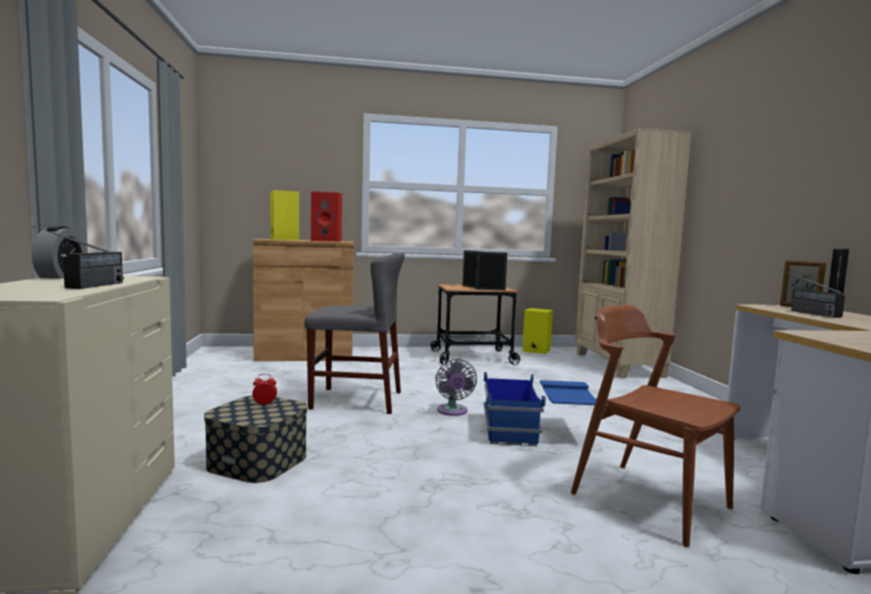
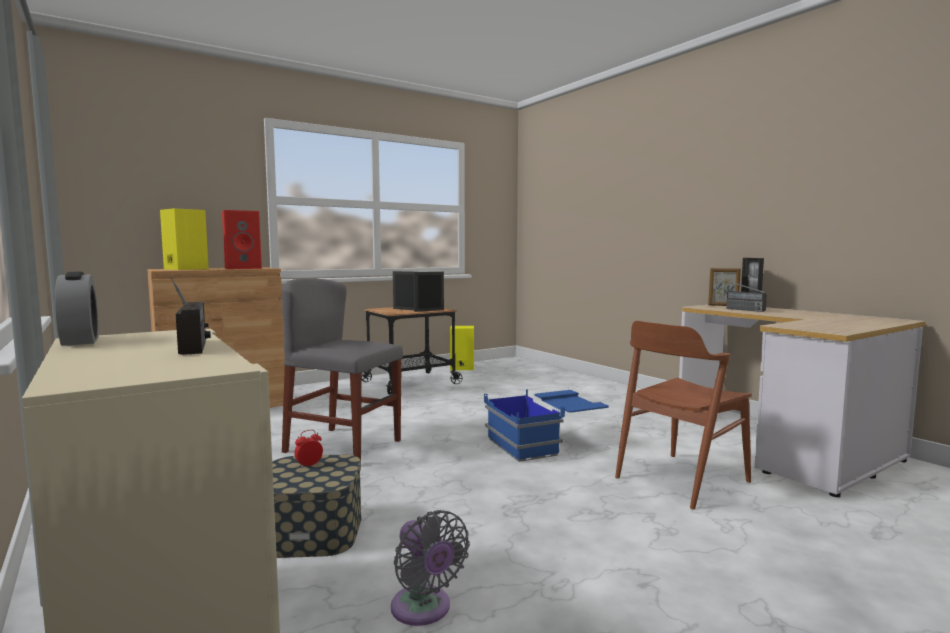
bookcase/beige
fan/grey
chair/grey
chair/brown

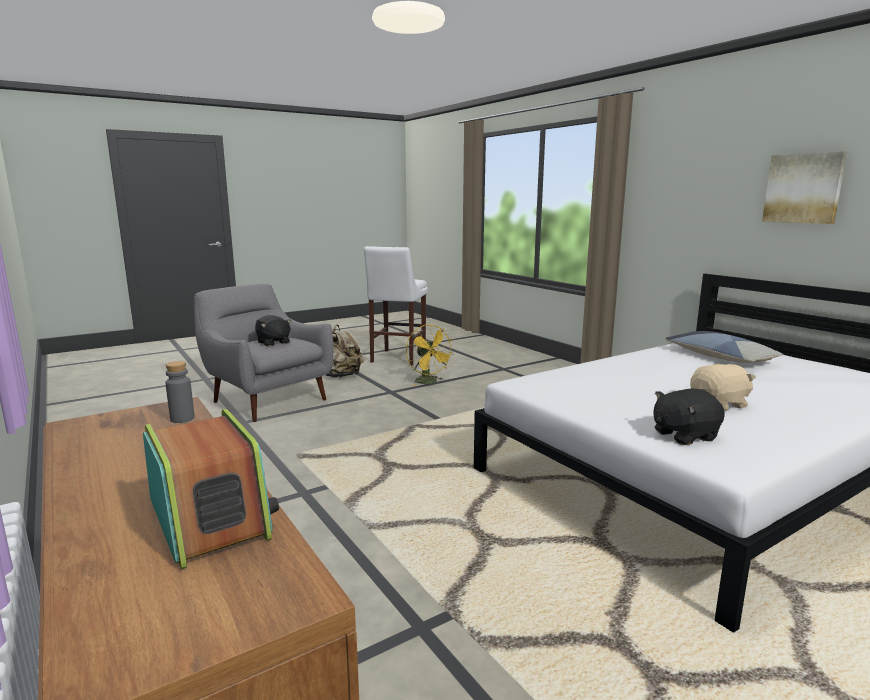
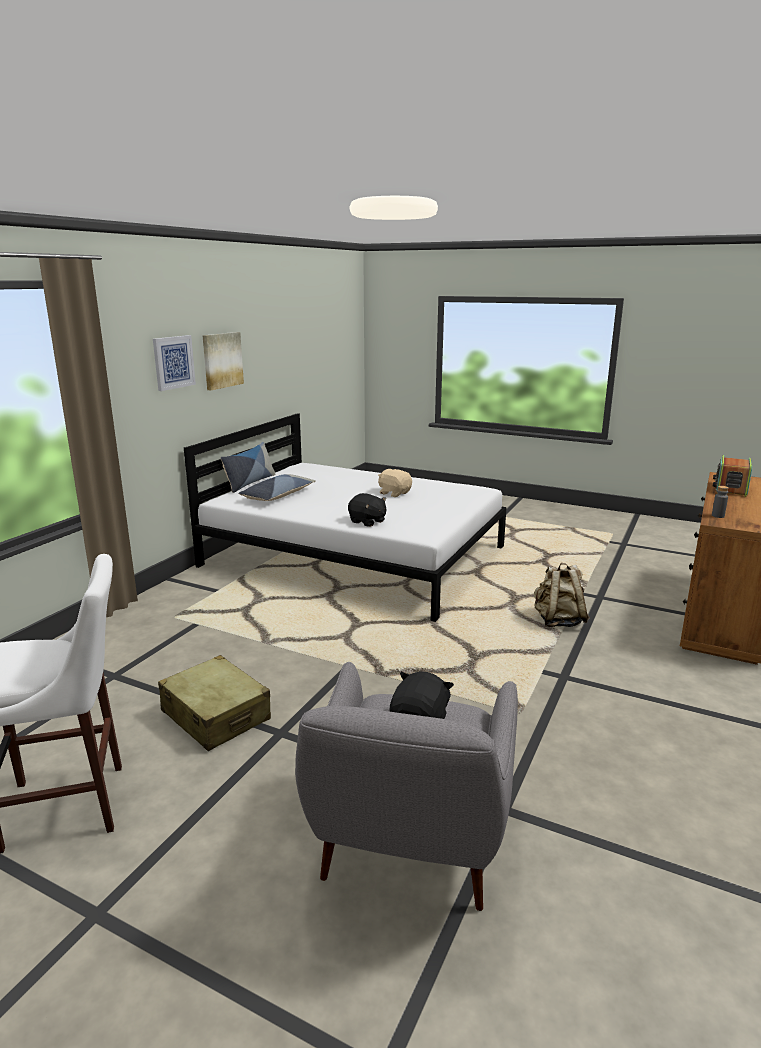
picture (no. 1 from left)
pillow (no. 1 from left)
backpack/beige
plush toy/black (no. 1 from left)
suitcase/beige

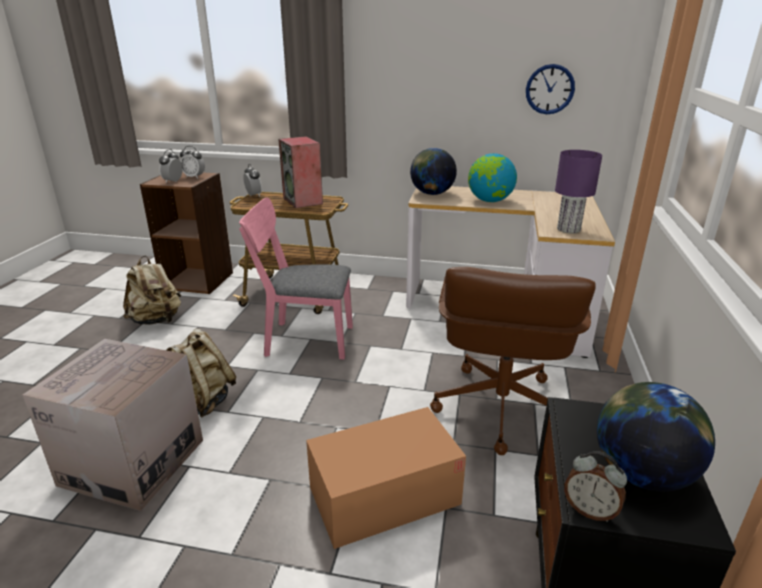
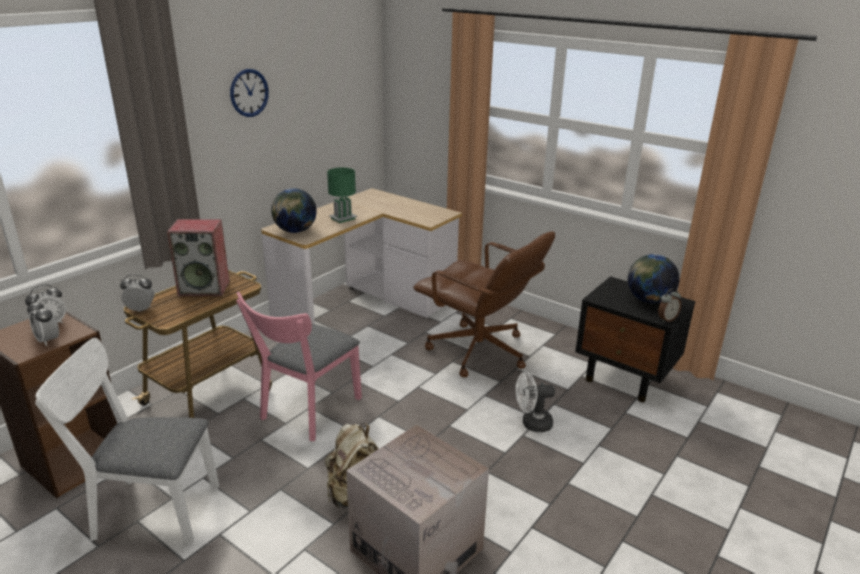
table lamp/purple
wall clock
chair/white
fan/white
table lamp/green

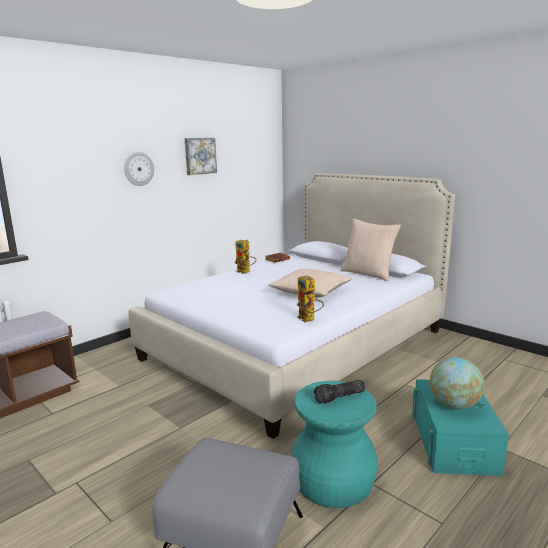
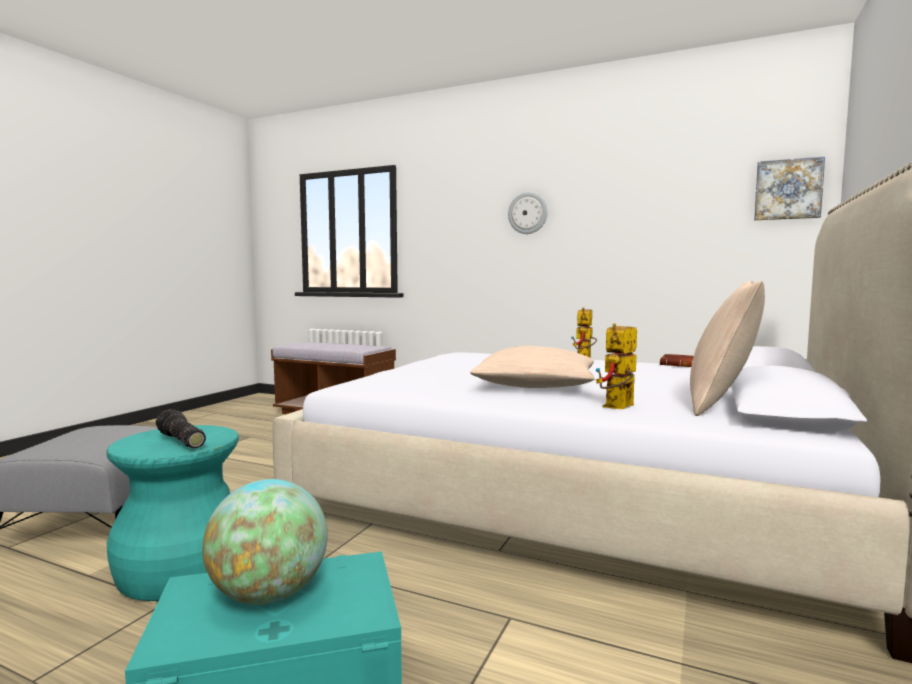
picture
toy robot (no. 2 from left)

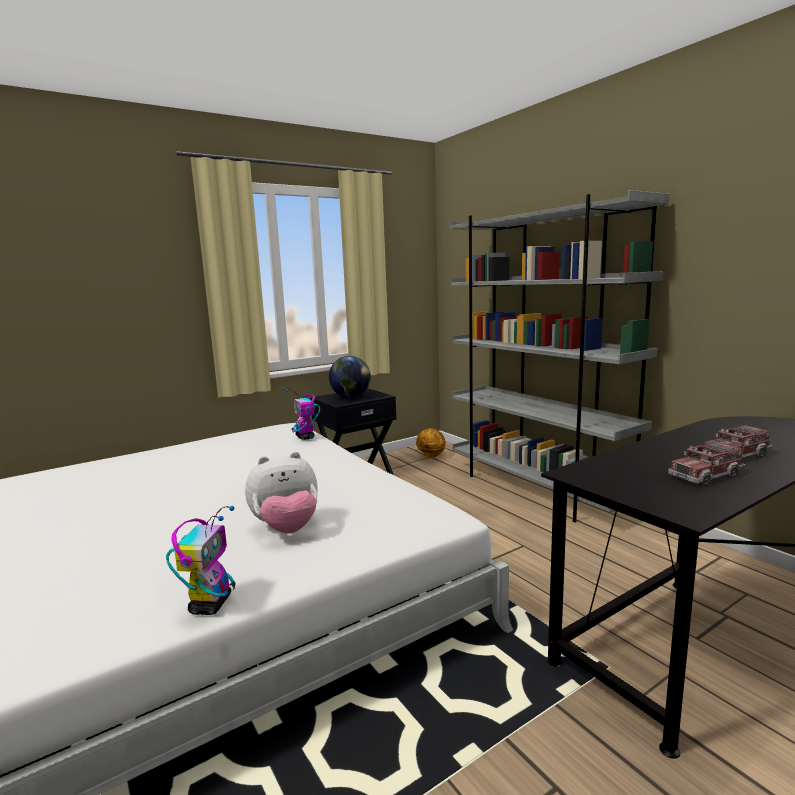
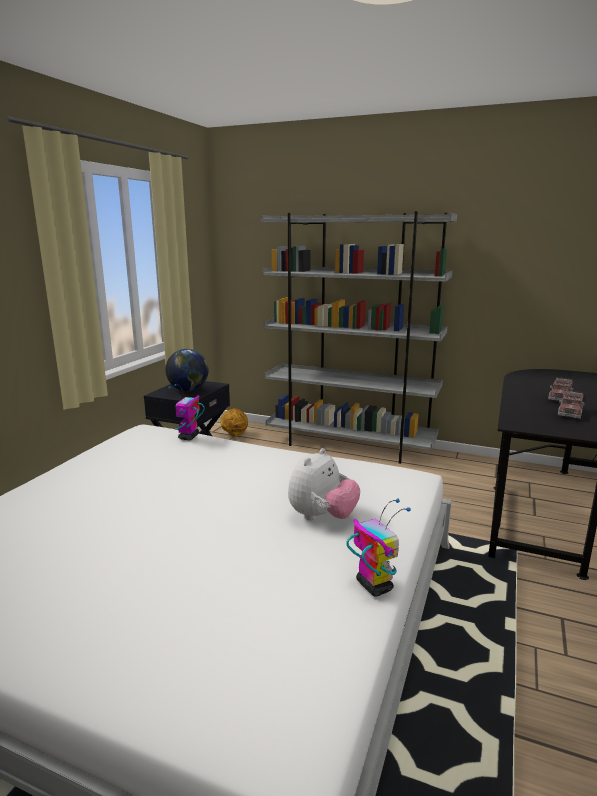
toy robot (no. 1 from left)

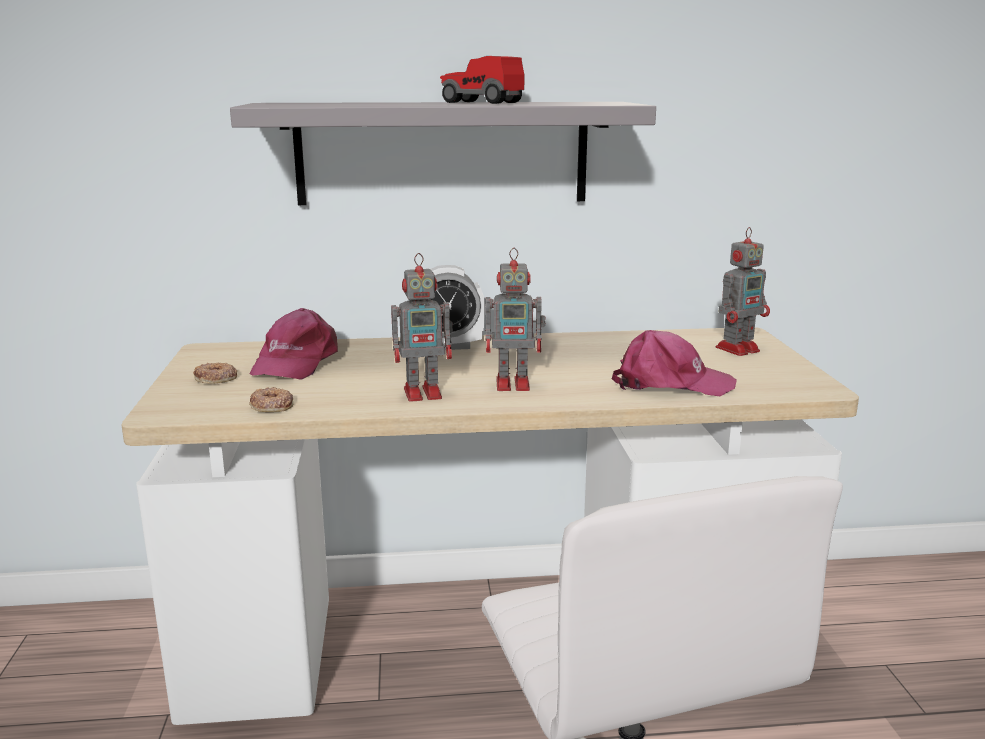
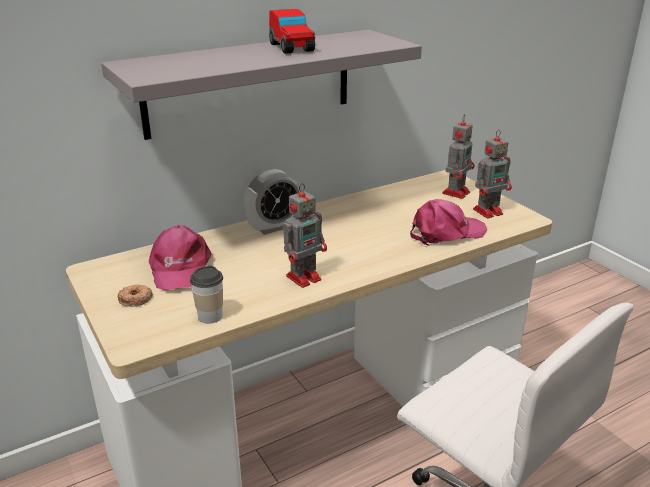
toy robot (no. 3 from left)
cup
toy car

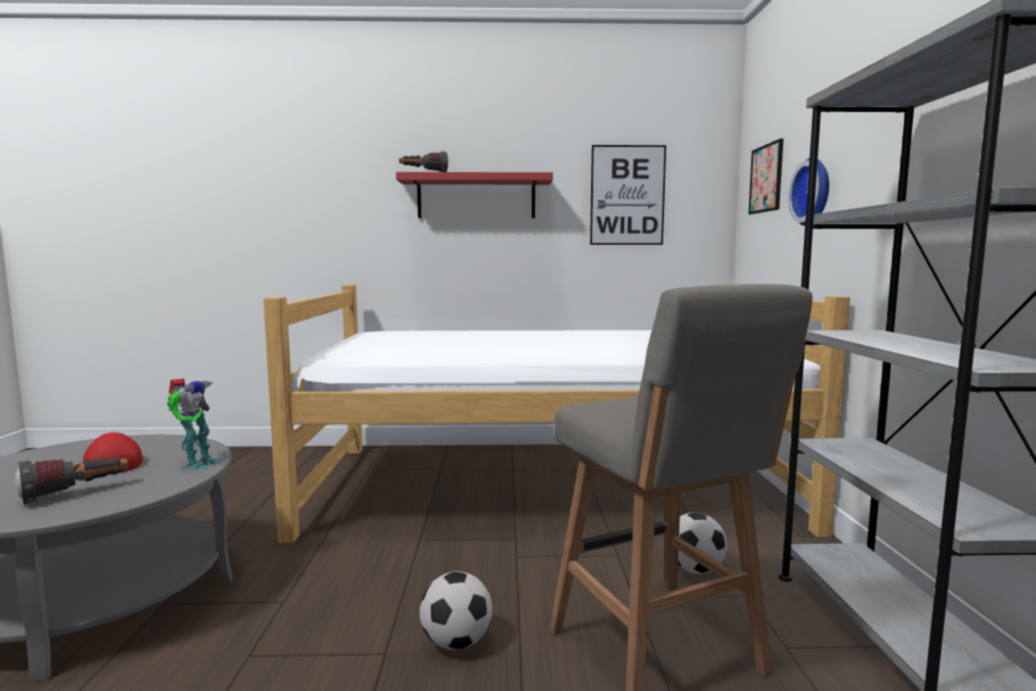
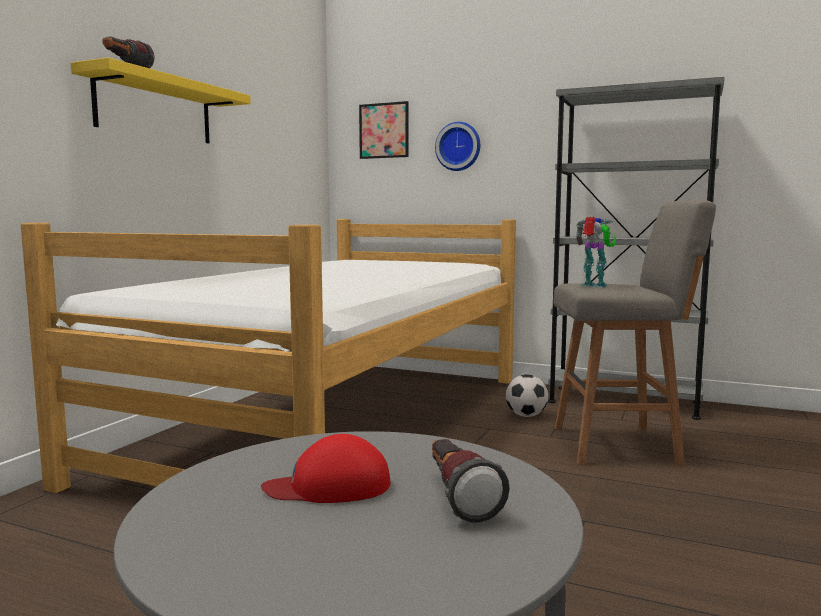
football (no. 1 from left in the first image)
picture (no. 1 from left in the first image)
toy robot
shelf/yellow

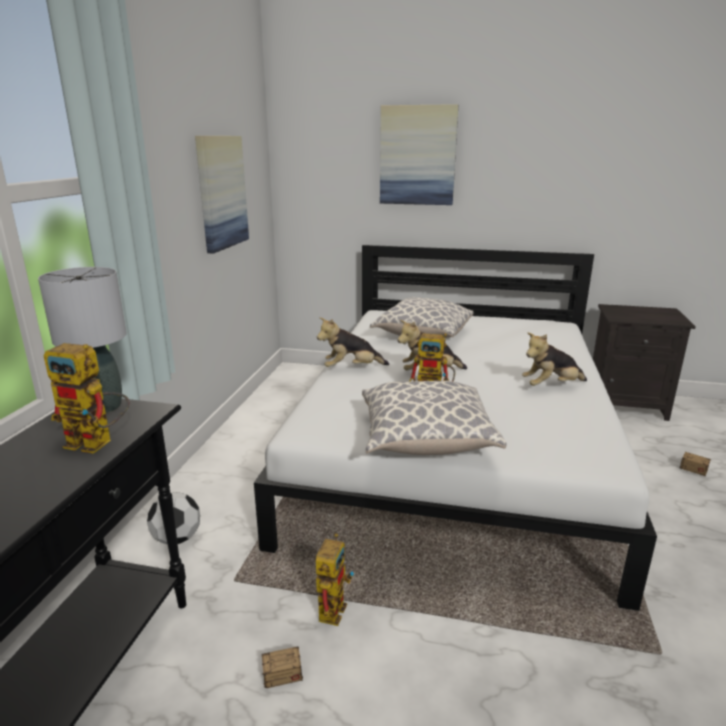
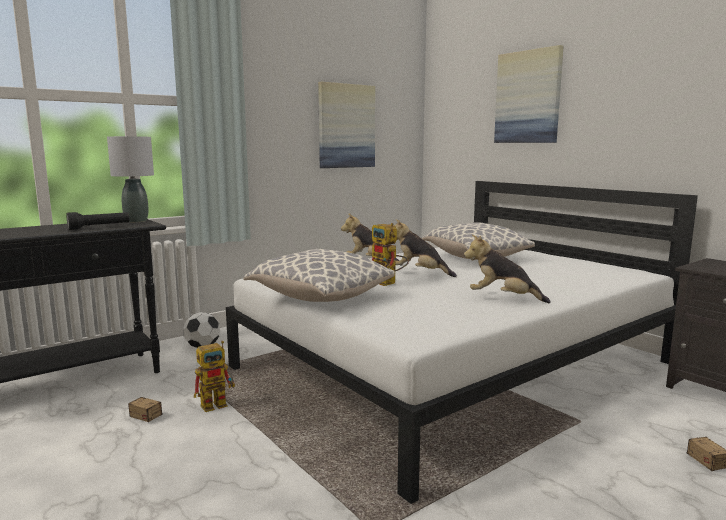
flashlight/black

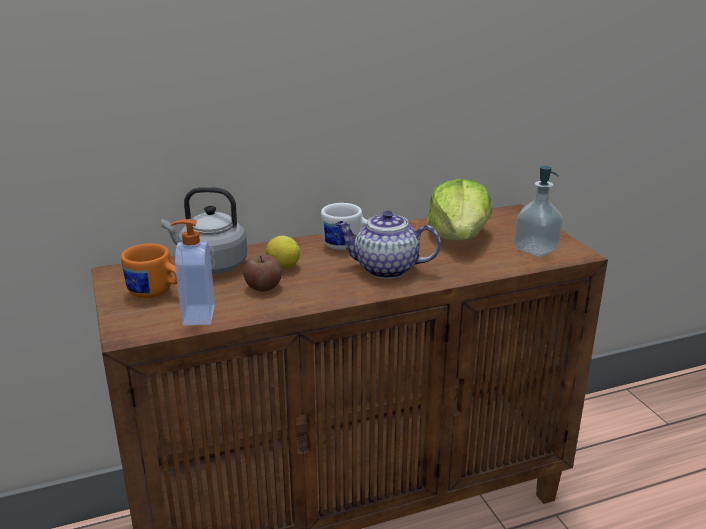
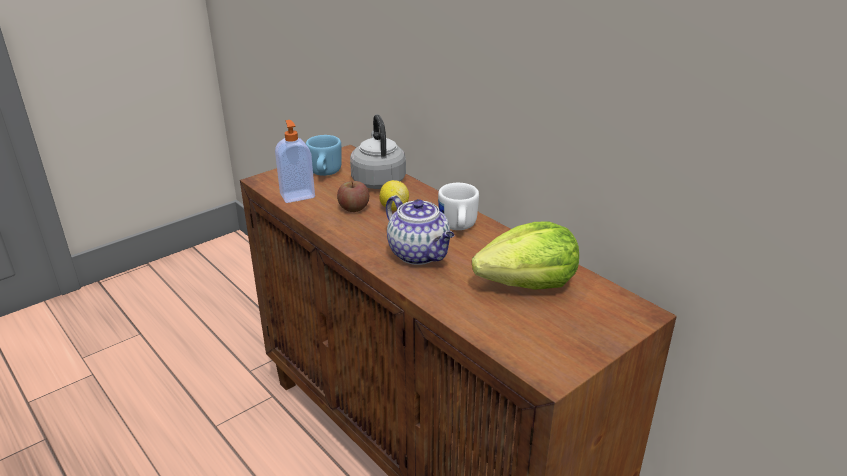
soap dispenser (no. 2 from left in the first image)
mug/blue
teapot

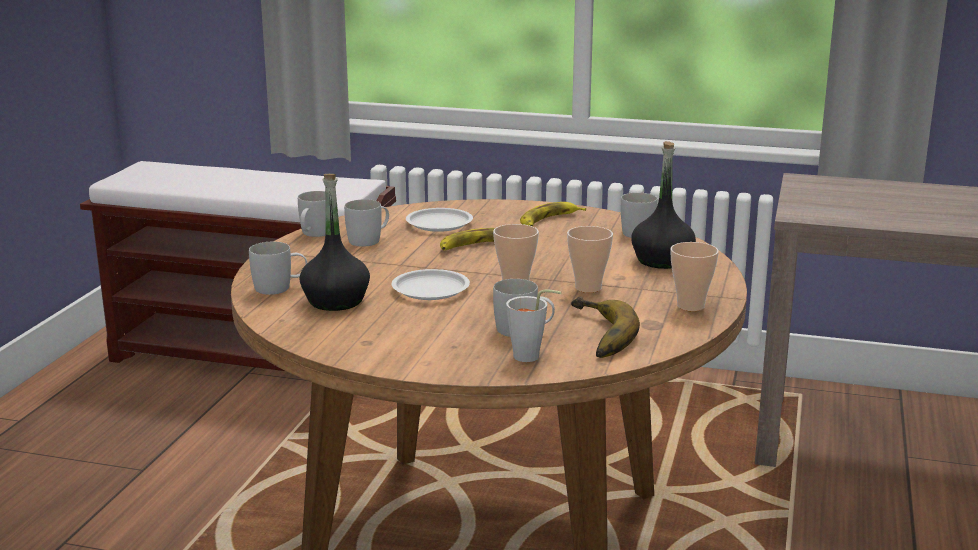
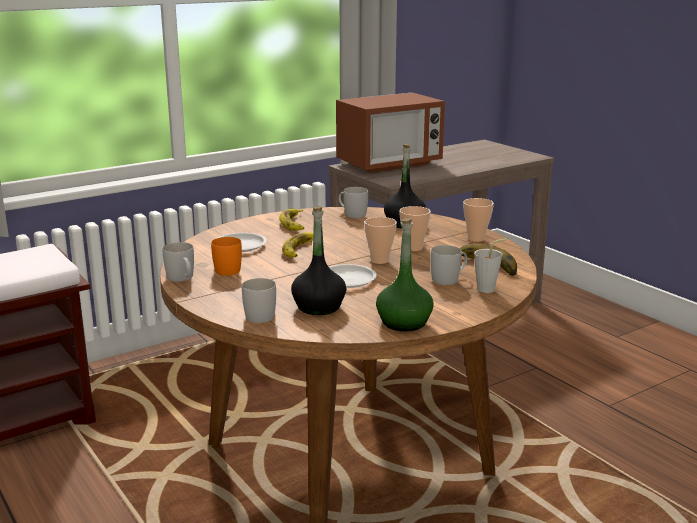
microwave
bottle/green
mug/orange

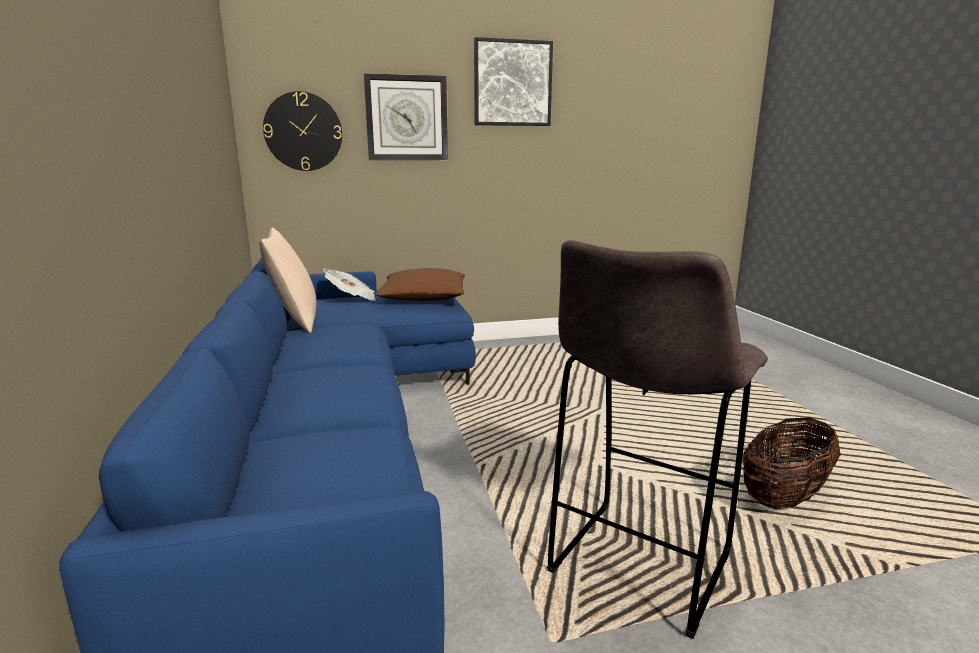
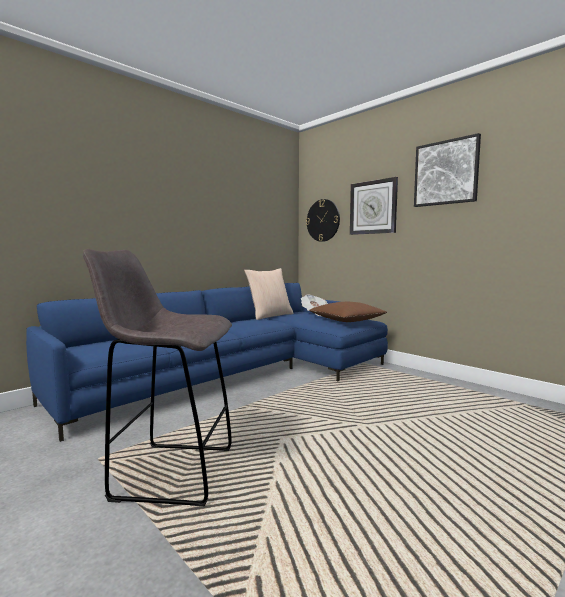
basket

